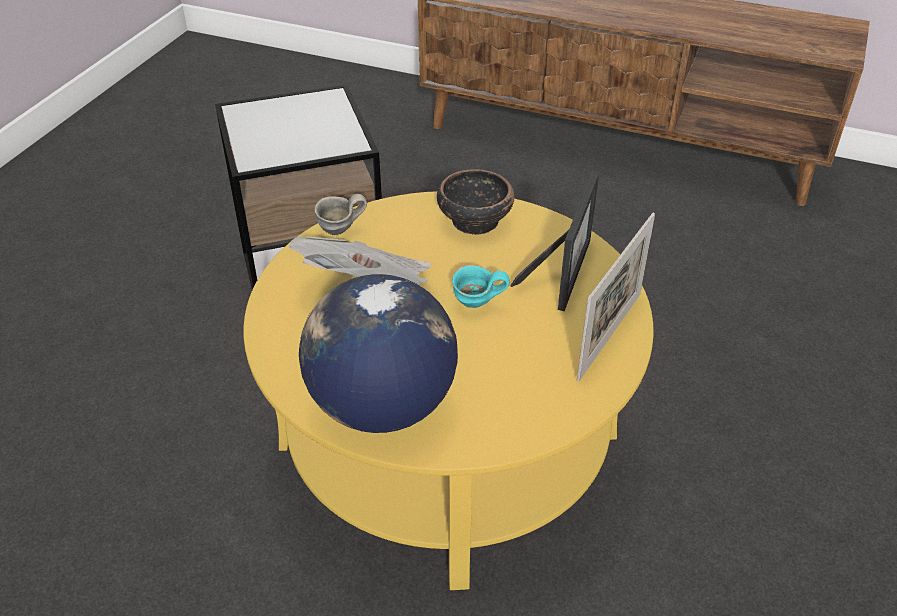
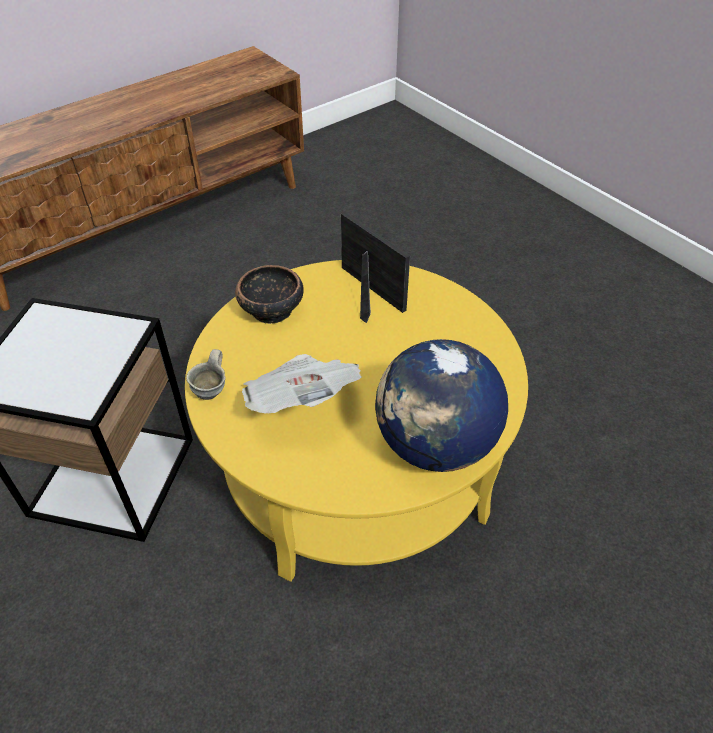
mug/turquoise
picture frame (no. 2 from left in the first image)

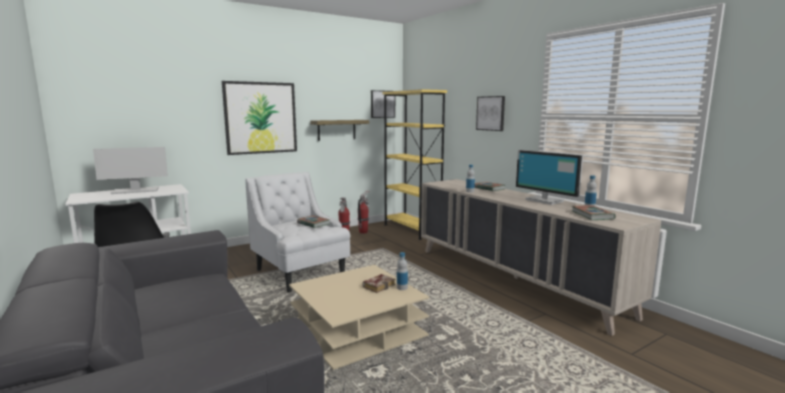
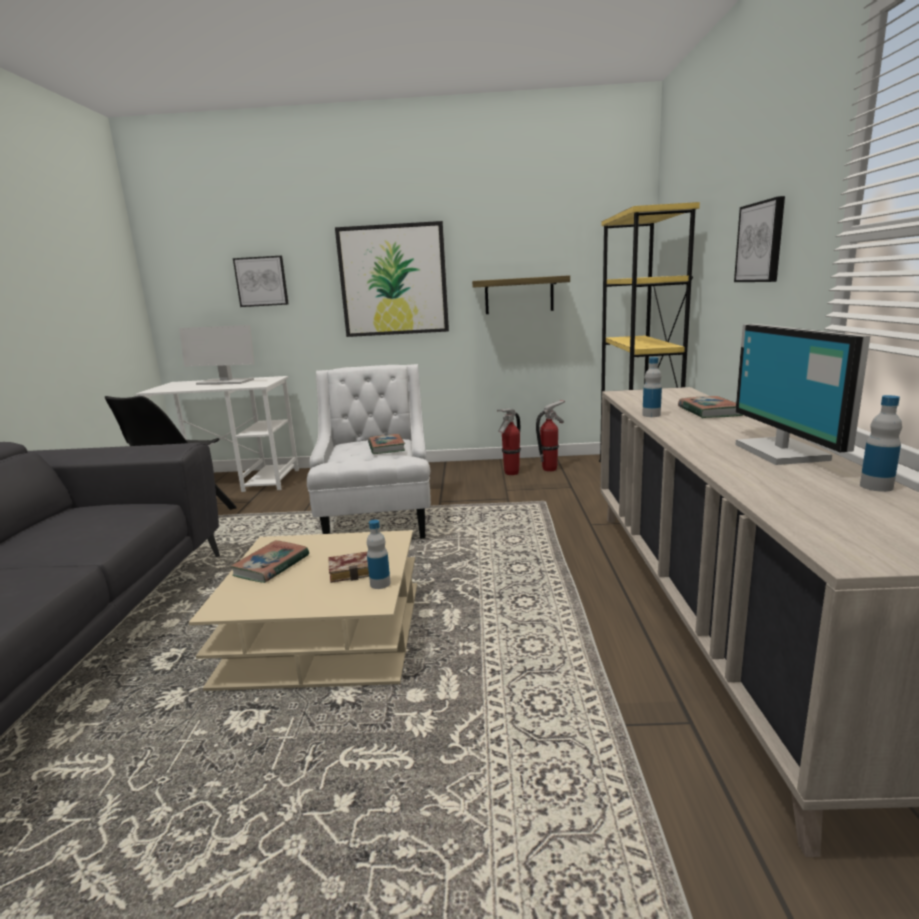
picture (no. 1 from left)
book (no. 1 from left)

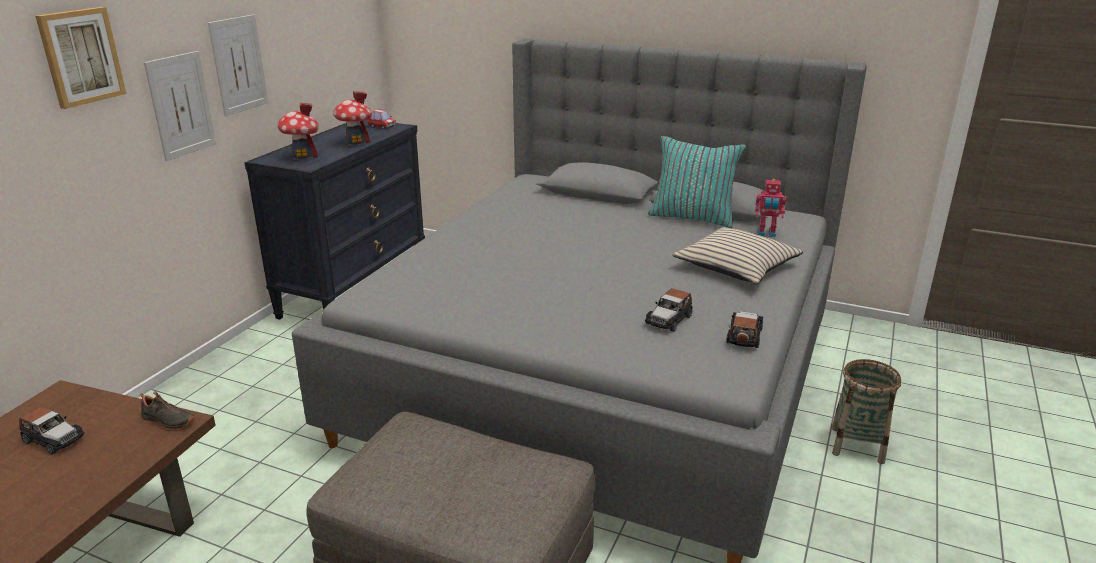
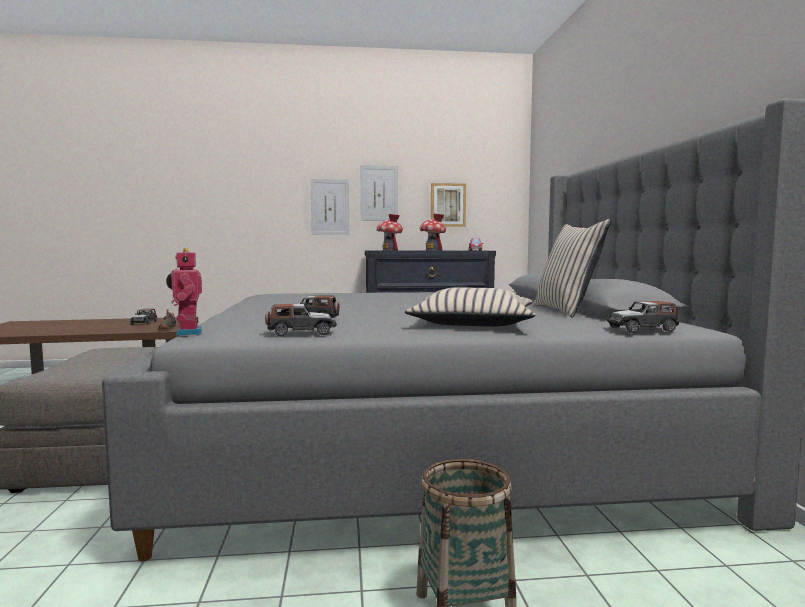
toy car (no. 5 from left)
picture (no. 3 from left)
toy robot
pillow/beige (no. 2 from left)

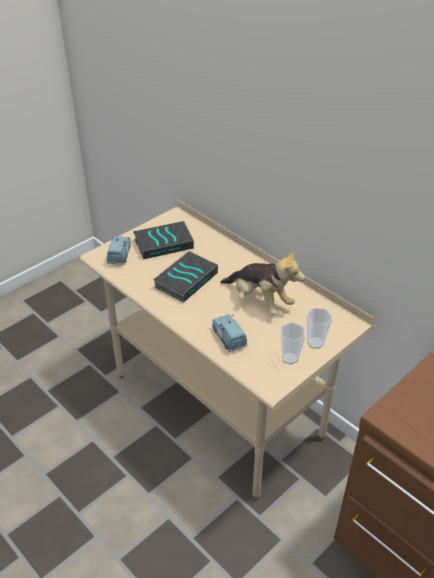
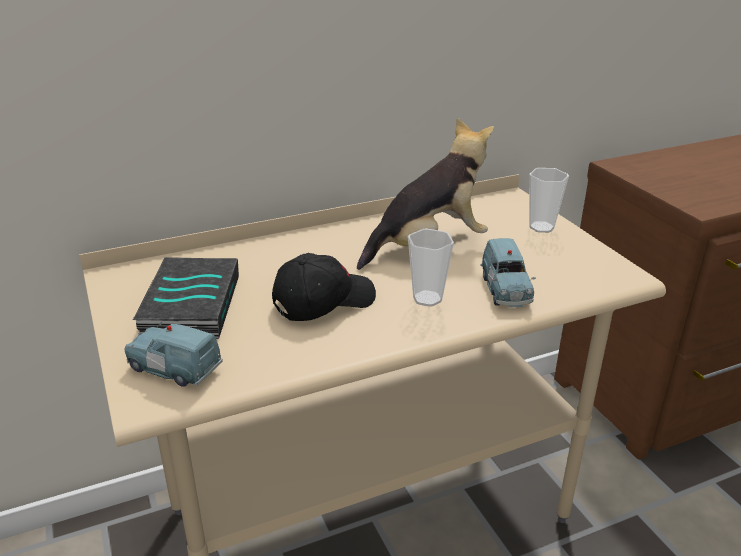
cup (no. 1 from left)
cap/black
toy car/blue (no. 2 from left)

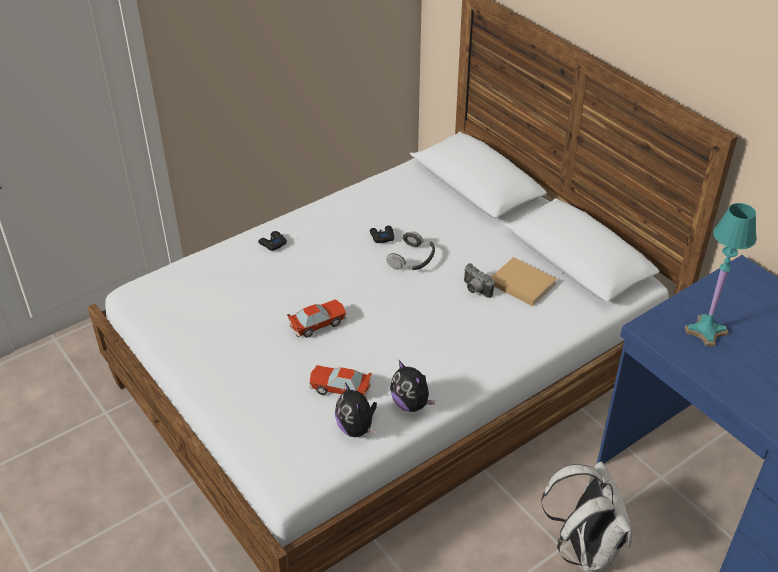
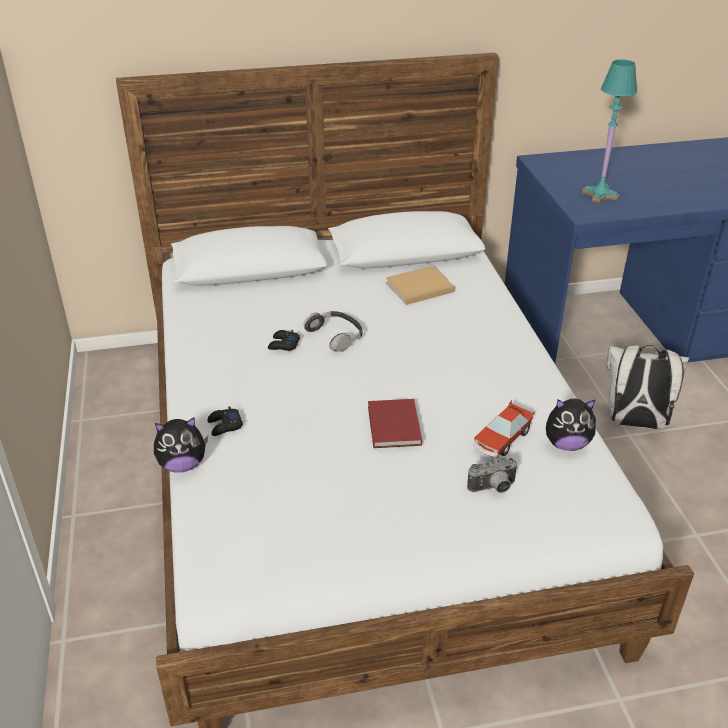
plush toy (no. 1 from left)
photo camera
book/red

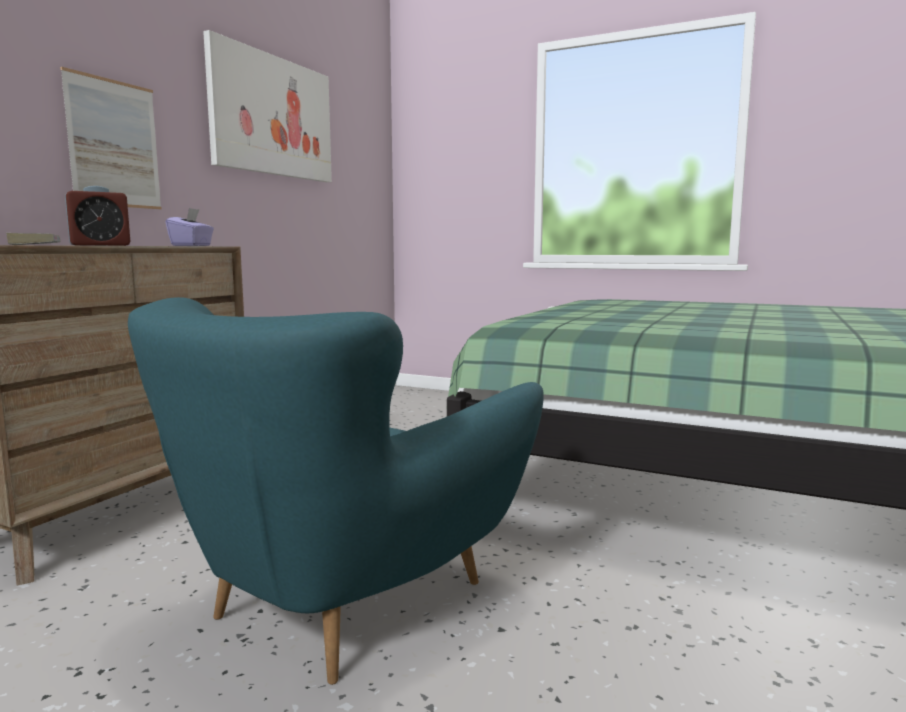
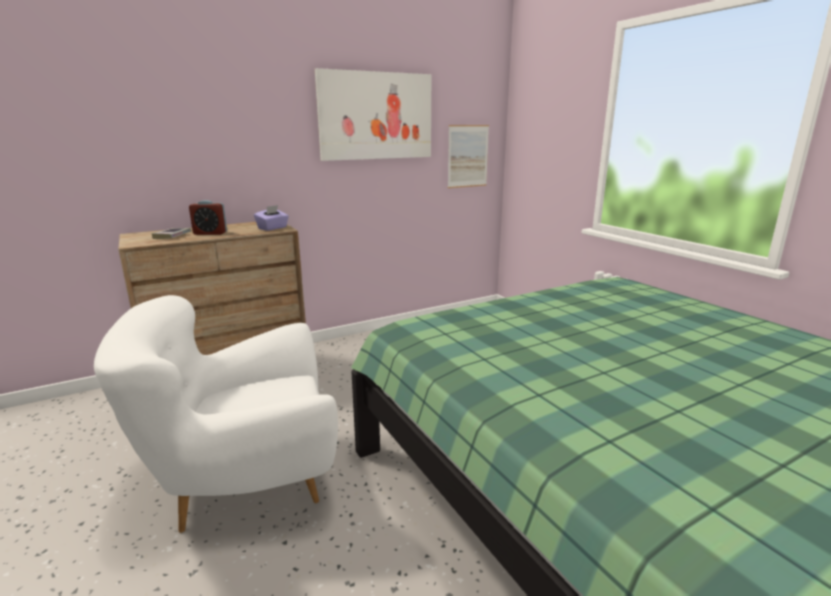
picture (no. 2 from left)
armchair/white

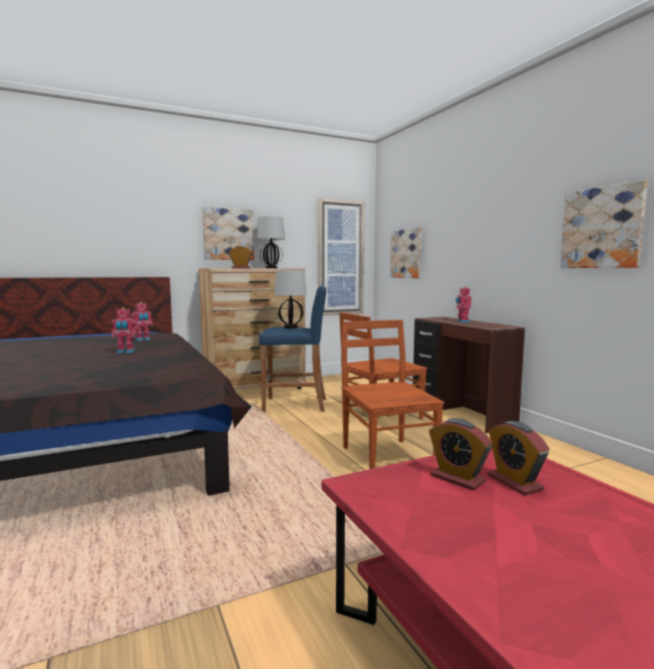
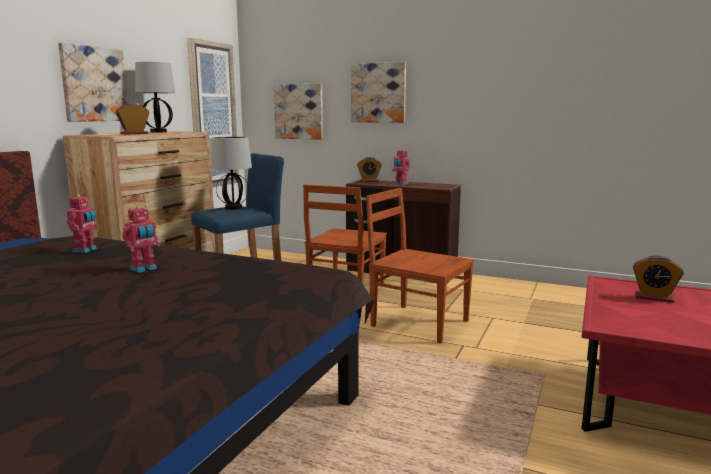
alarm clock (no. 2 from left)
picture (no. 4 from left)

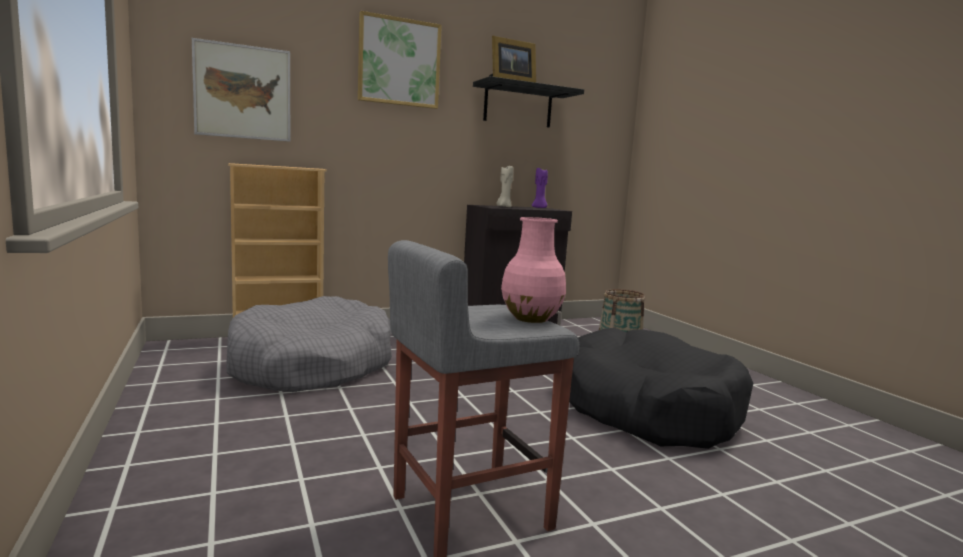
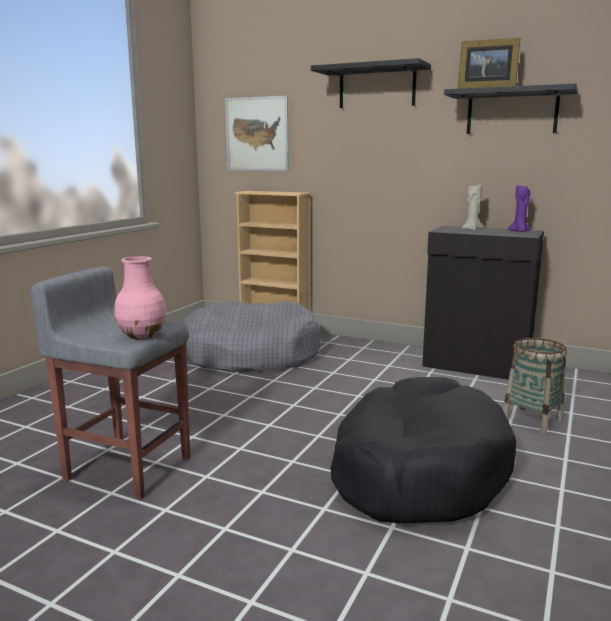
shelf/black (no. 1 from left)

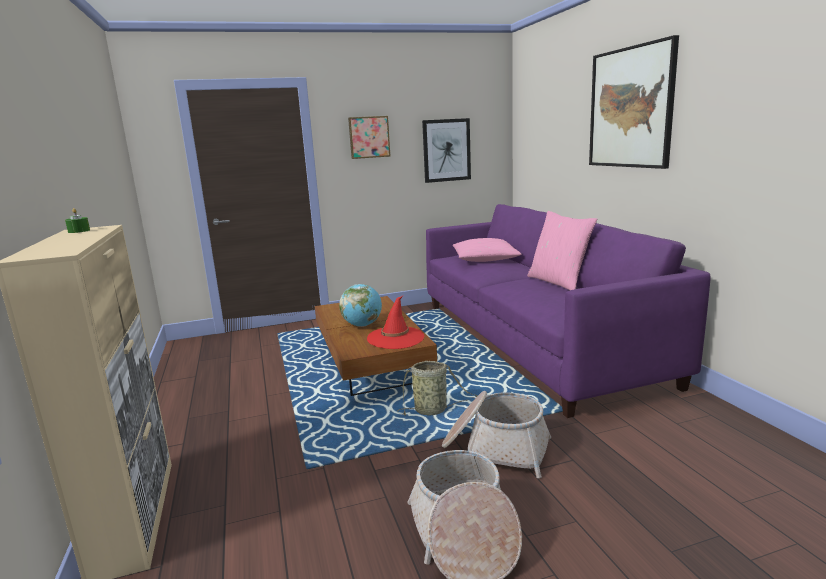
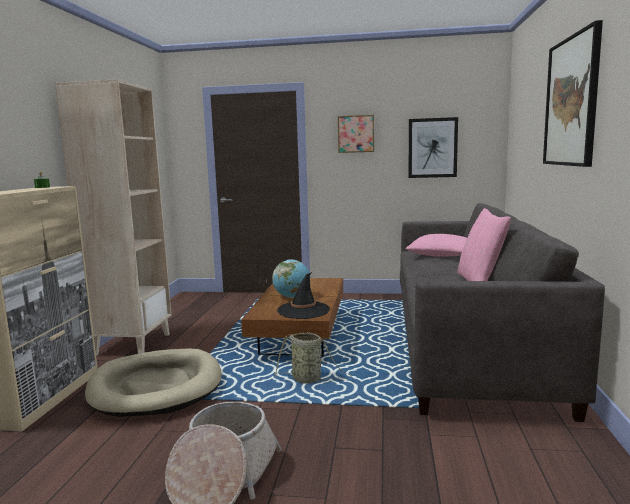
basket (no. 3 from left in the first image)
bookcase/beige
dog bed/beige
hat/black
sofa/grey

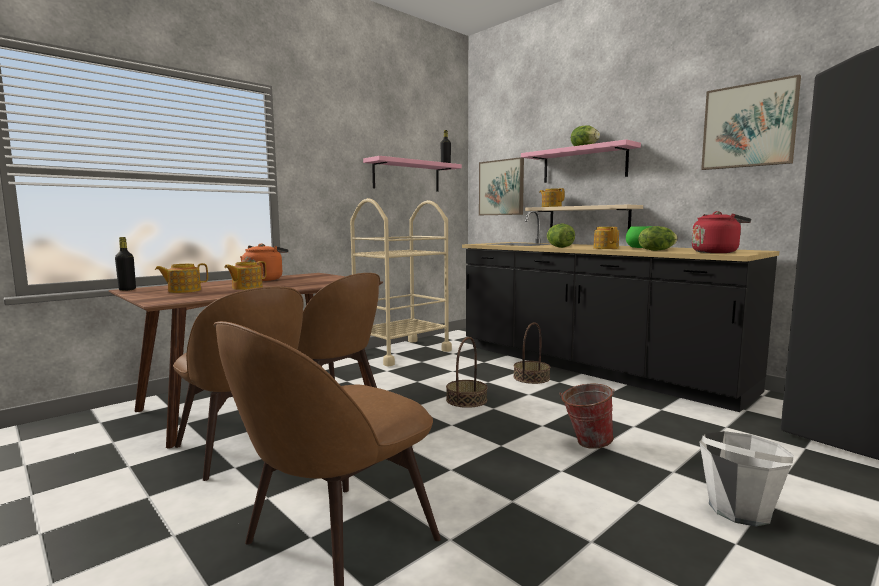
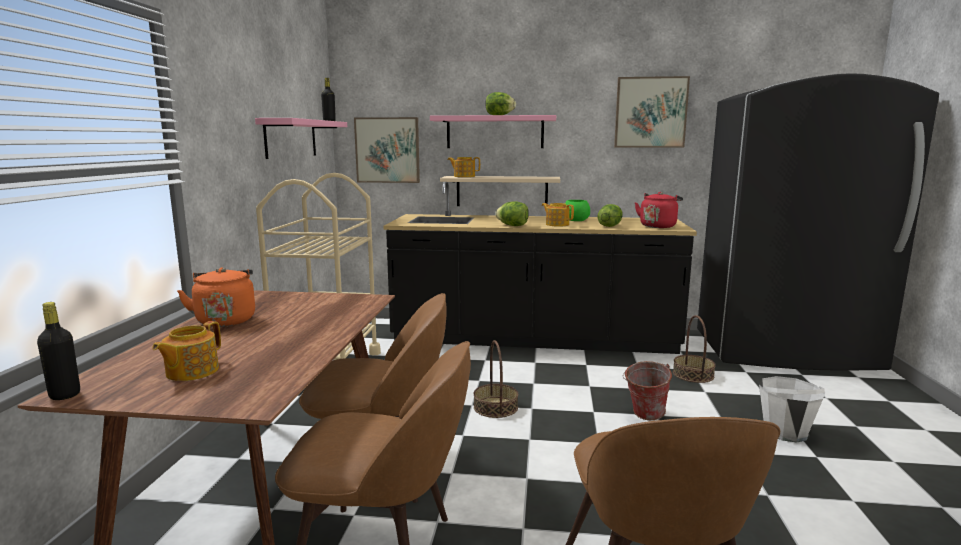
teapot (no. 2 from left in the first image)
basket (no. 2 from left)

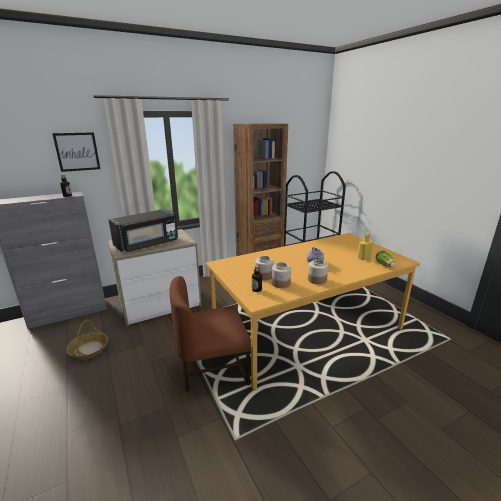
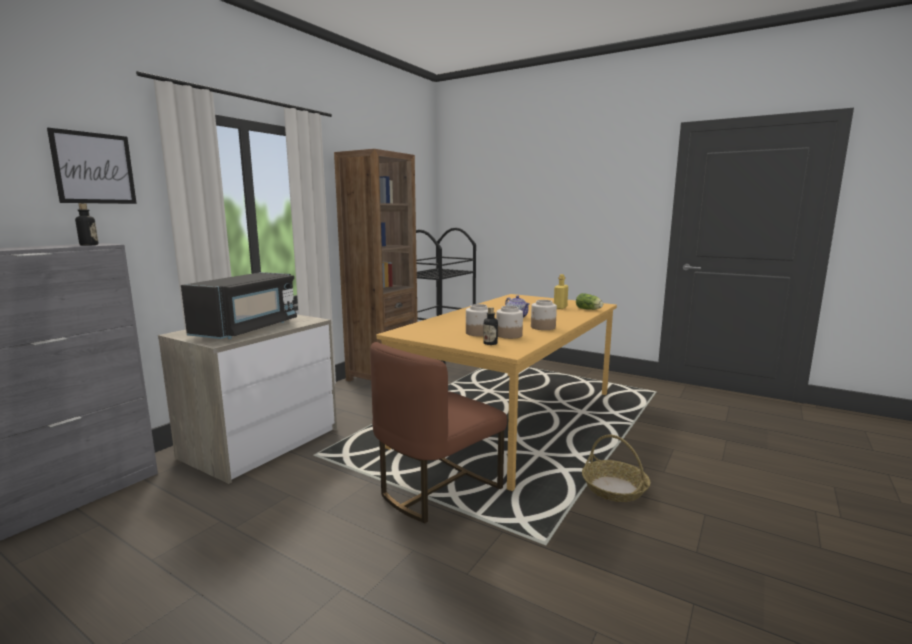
basket

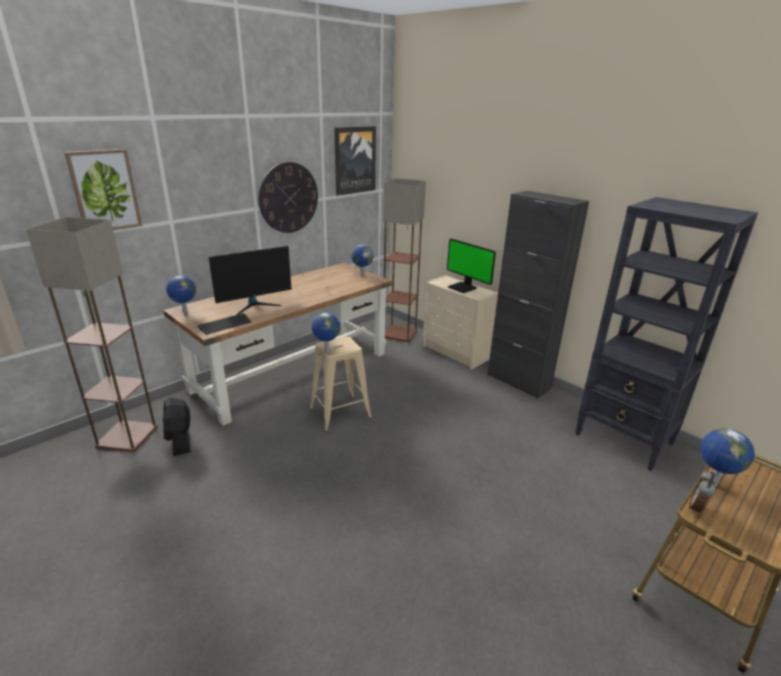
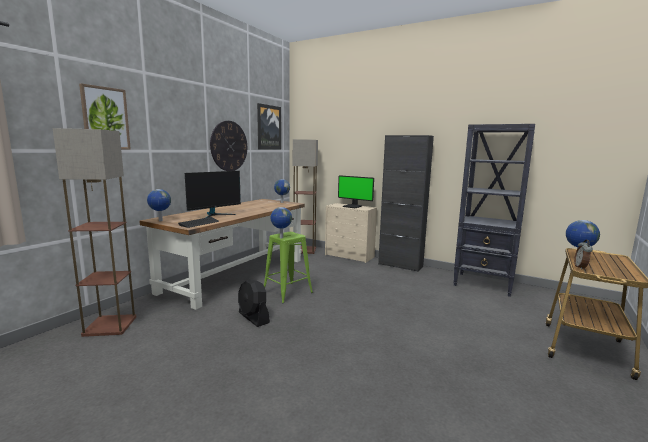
fan/black
stool/green

